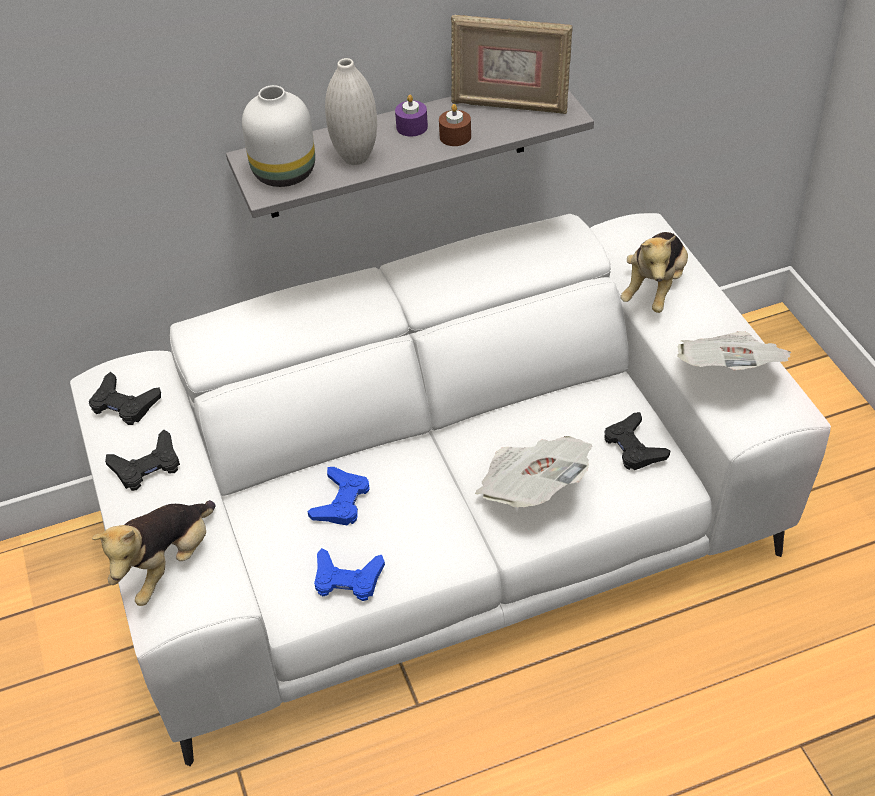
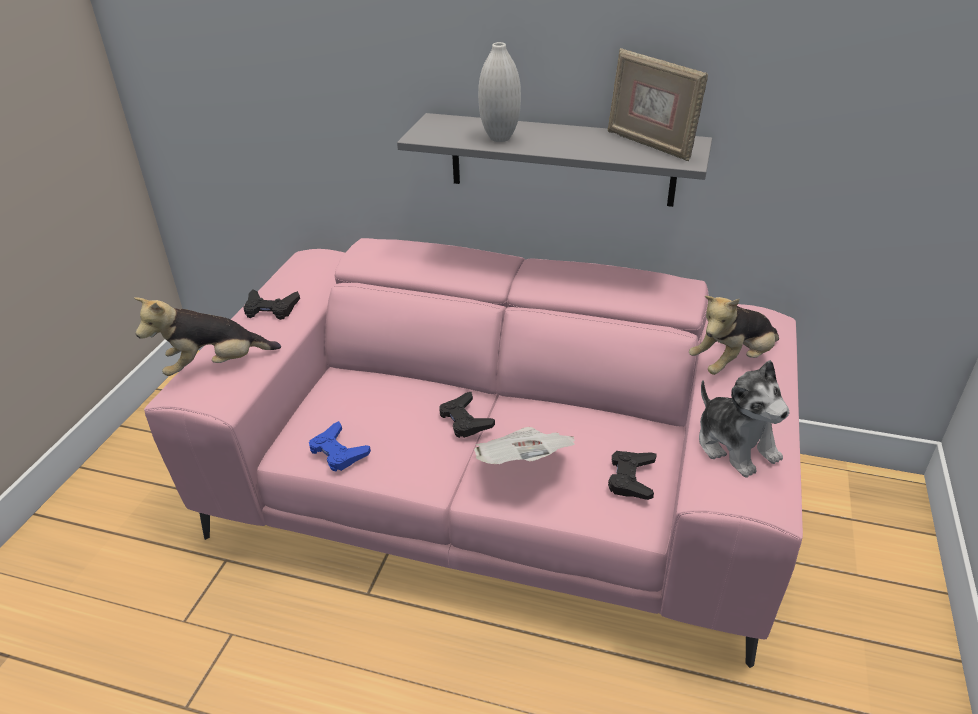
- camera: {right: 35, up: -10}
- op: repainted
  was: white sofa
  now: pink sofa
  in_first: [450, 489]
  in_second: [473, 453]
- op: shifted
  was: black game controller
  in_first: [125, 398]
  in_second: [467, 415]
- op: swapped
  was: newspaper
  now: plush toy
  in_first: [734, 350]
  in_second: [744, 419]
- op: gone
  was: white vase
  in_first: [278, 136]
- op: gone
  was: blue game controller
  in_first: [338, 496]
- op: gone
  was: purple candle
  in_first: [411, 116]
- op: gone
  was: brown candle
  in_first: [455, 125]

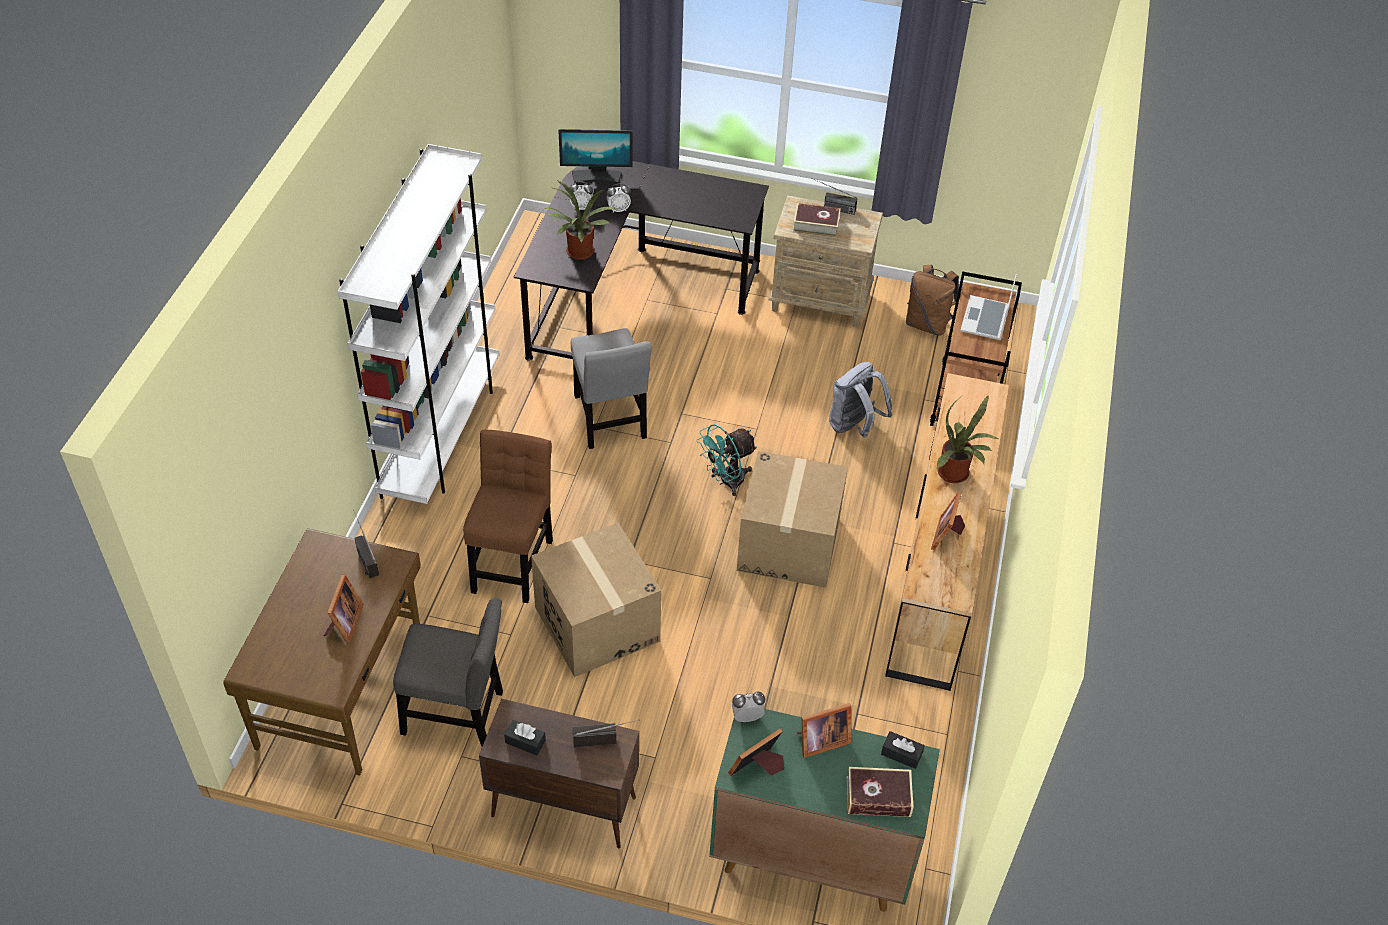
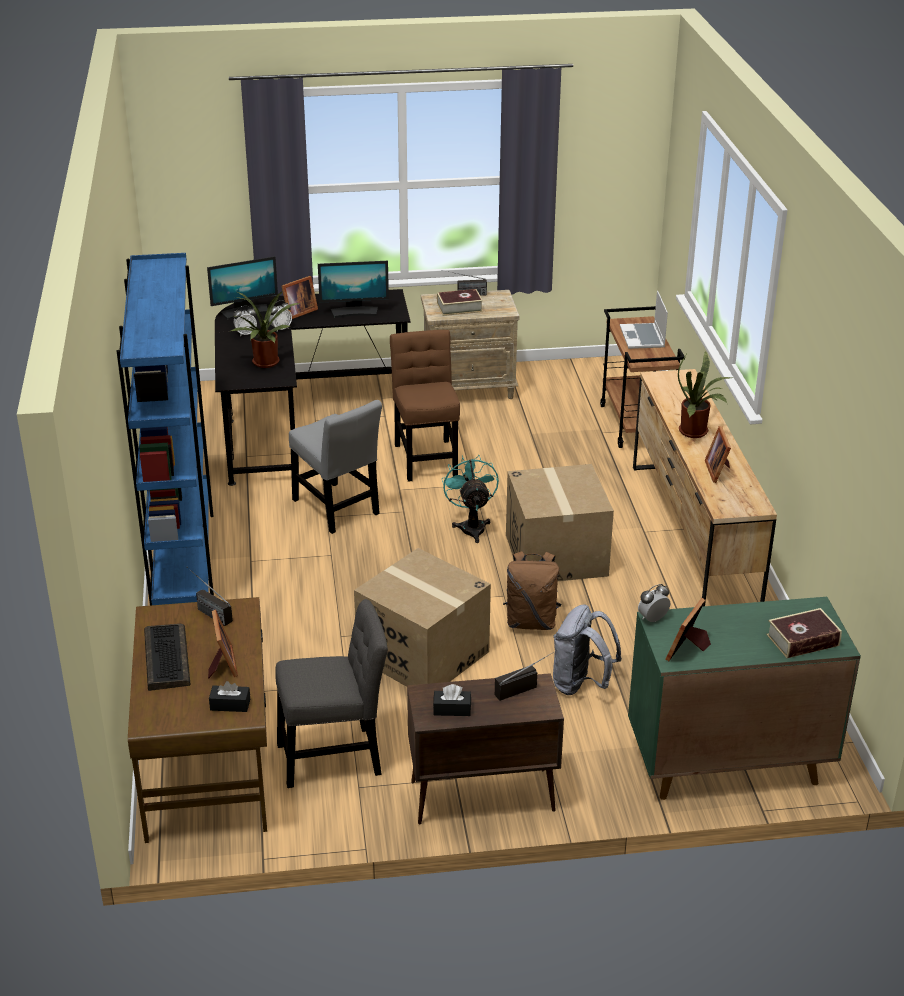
- camera: {right: -20, up: -15}
- op: repainted
  was: white bookcase
  now: blue bookcase
  in_first: [418, 324]
  in_second: [165, 429]
- op: new
  now: keyboard
  in_second: [167, 657]
- op: shifted
  was: black tissue box
  in_first: [903, 750]
  in_second: [229, 696]
- op: shifted
  was: picture frame
  in_first: [823, 730]
  in_second: [300, 297]
- op: new
  now: monitor
  in_second: [353, 289]
- op: shifted
  was: brown chair
  in_first: [508, 516]
  in_second: [425, 406]
- op: rotated
  was: turquoise fan
  in_first: [727, 460]
  in_second: [470, 499]
  clockwise: 135
- op: shifted
  was: brown backpack
  in_first: [932, 300]
  in_second: [532, 590]
- op: shifted
  was: grey backpack
  in_first: [861, 400]
  in_second: [587, 649]

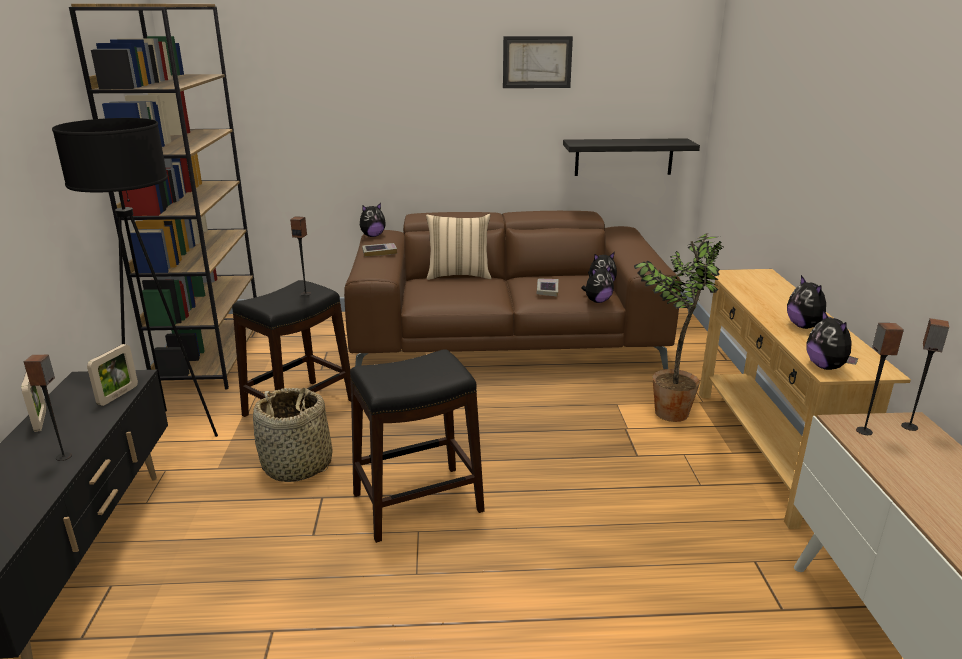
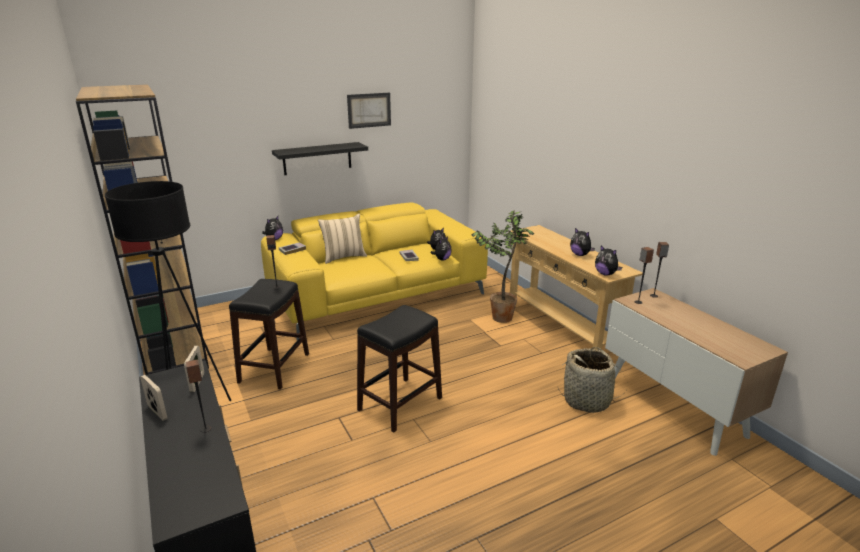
- camera: {right: -25, up: 0}
- op: repainted
  was: brown sofa
  now: yellow sofa
  in_first: [512, 290]
  in_second: [374, 271]
- op: shifted
  was: black shelf
  in_first: [631, 157]
  in_second: [320, 158]
- op: shifted
  was: basket
  in_first: [292, 435]
  in_second: [593, 380]

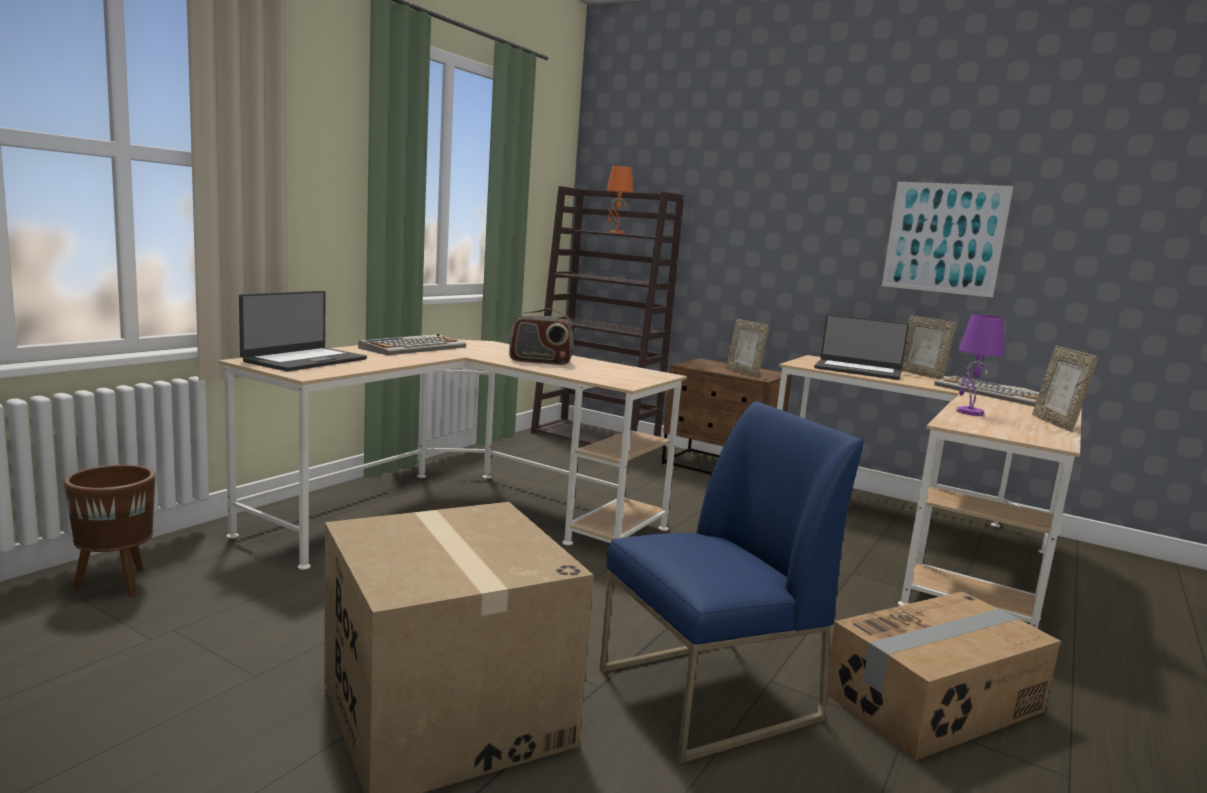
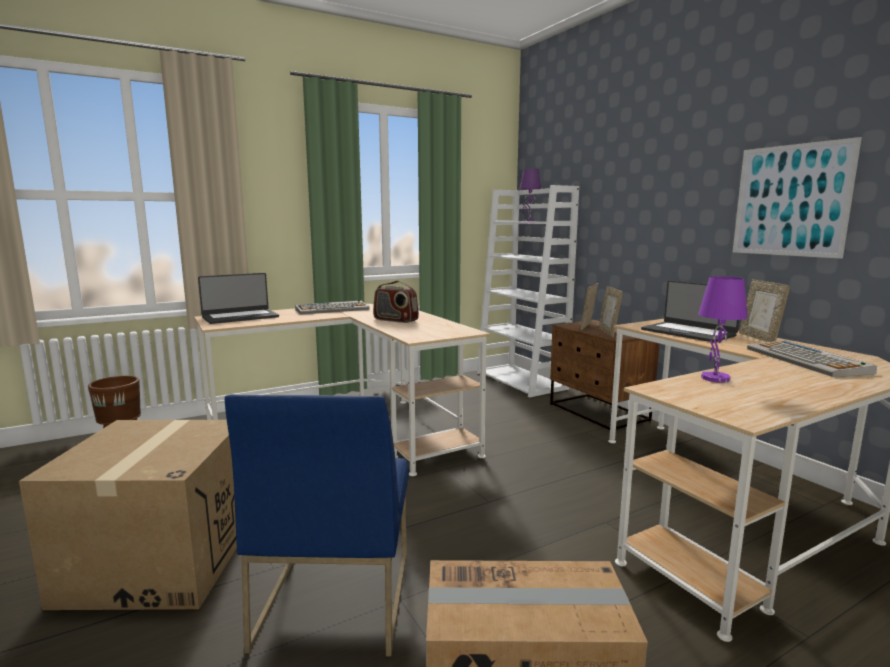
- camera: {right: 30, up: 0}
- op: rotated
  was: blue chair
  in_first: [731, 582]
  in_second: [317, 525]
  clockwise: 90
- op: repainted
  was: brown bookcase
  now: white bookcase
  in_first: [607, 315]
  in_second: [528, 291]
- op: repainted
  was: orange table lamp
  now: purple table lamp
  in_first: [620, 200]
  in_second: [530, 195]
- op: shifted
  was: picture frame
  in_first: [1065, 389]
  in_second: [589, 306]

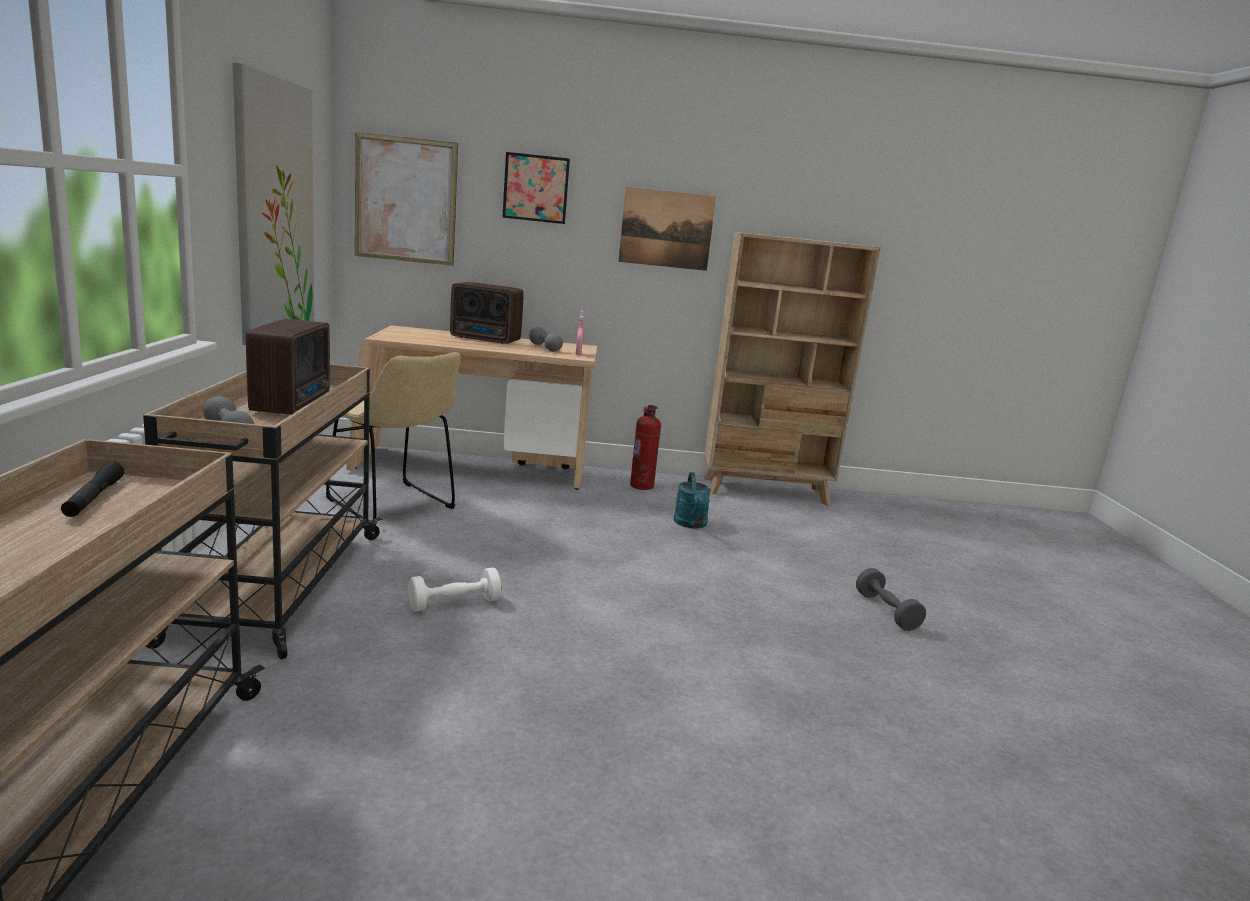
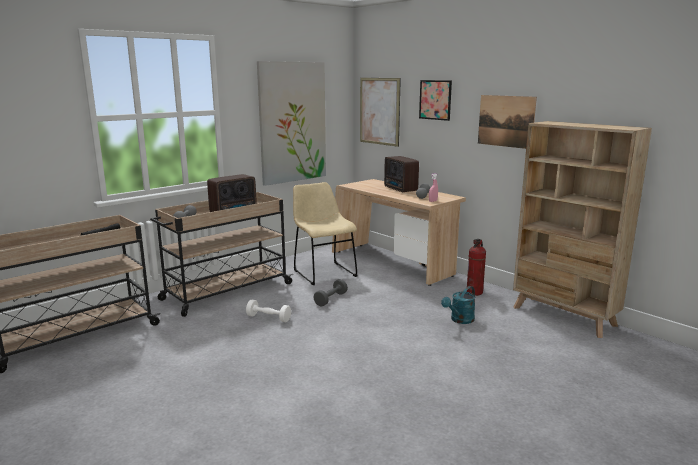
- camera: {right: 50, up: 0}
- op: rotated
  was: beige chair
  in_first: [393, 437]
  in_second: [325, 233]
  clockwise: 150
- op: shifted
  was: grey dumbbell
  in_first: [891, 599]
  in_second: [330, 292]

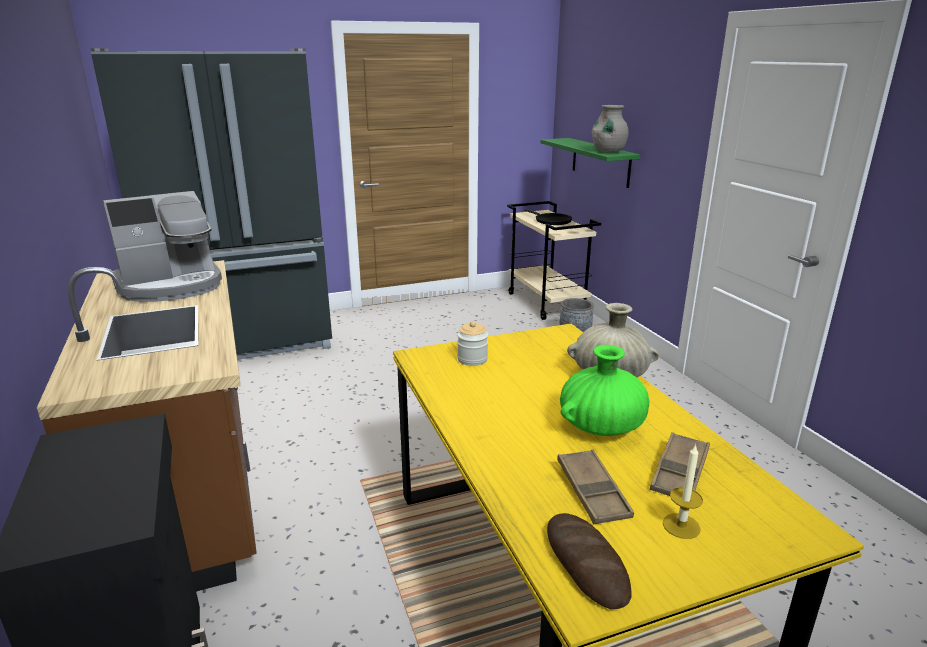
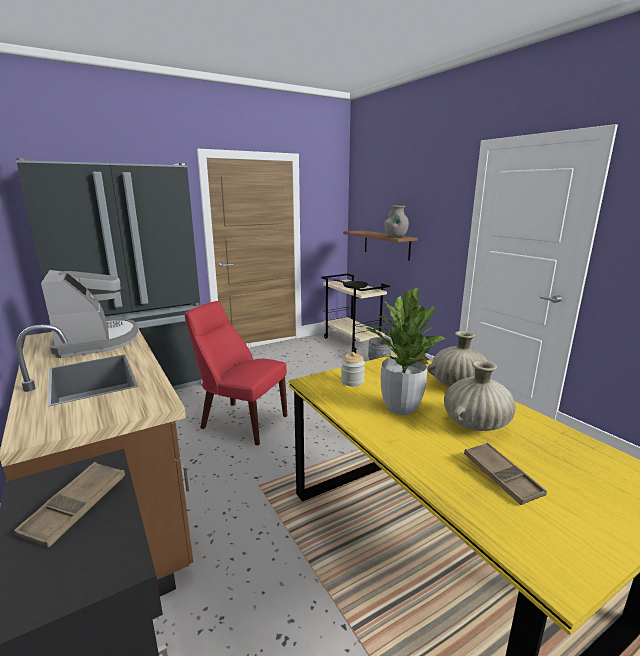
- camera: {right: -10, up: -5}
- op: shifted
  was: brown tray
  in_first: [680, 464]
  in_second: [69, 505]
- op: rotated
  was: coffee machine
  in_first: [162, 246]
  in_second: [89, 314]
  clockwise: -75
- op: new
  now: red chair
  in_second: [236, 373]
- op: repainted
  was: green shelf
  now: brown shelf
  in_first: [590, 163]
  in_second: [380, 245]
- op: new
  now: potted plant
  in_second: [406, 351]
- op: repainted
  was: green vase
  now: beige vase
  in_first: [604, 390]
  in_second: [480, 395]
- op: gone
  was: bread
  in_first: [589, 561]
- op: gone
  was: candle
  in_first: [683, 491]

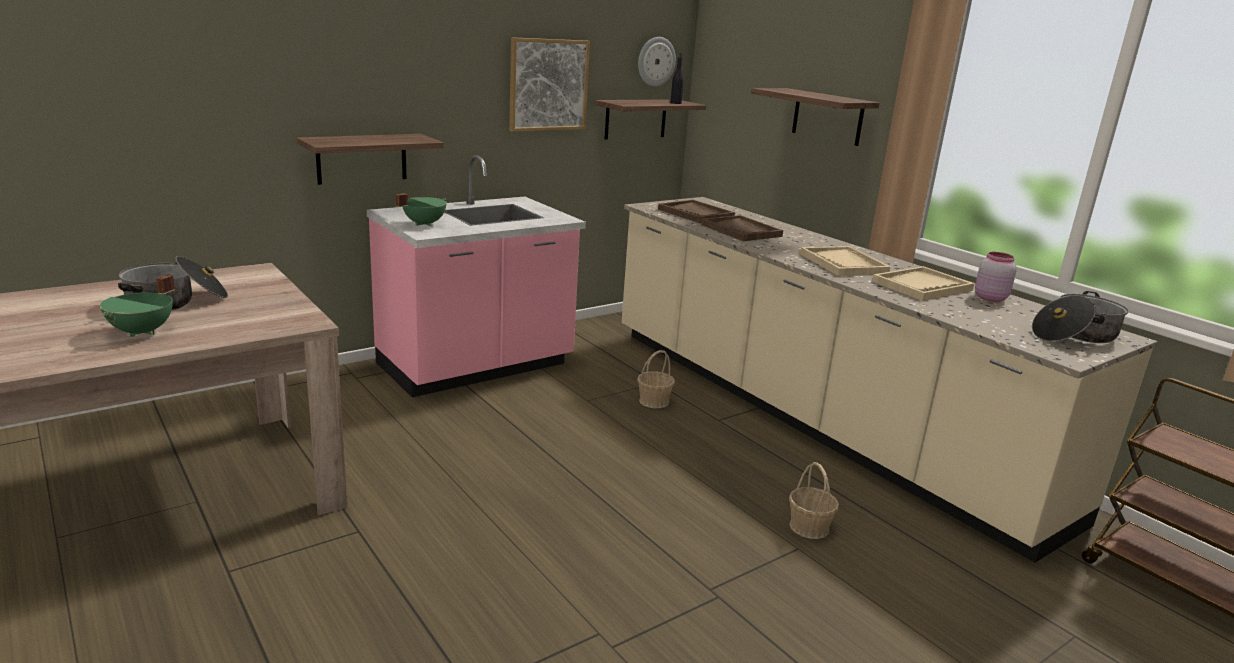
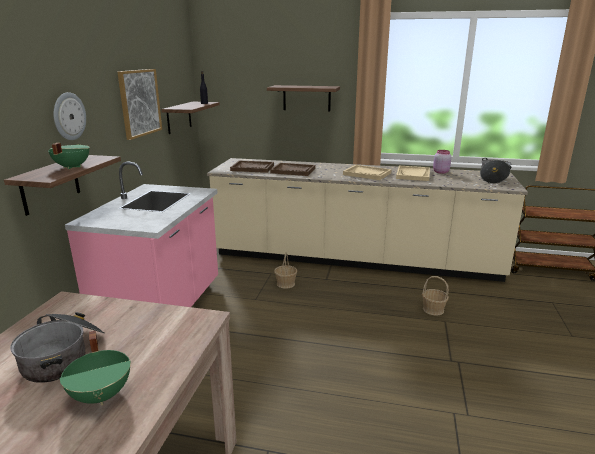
- camera: {right: -40, up: 0}
- op: shifted
  was: green cooking pot
  in_first: [421, 209]
  in_second: [68, 156]
- op: shifted
  was: wall clock
  in_first: [657, 61]
  in_second: [69, 116]

